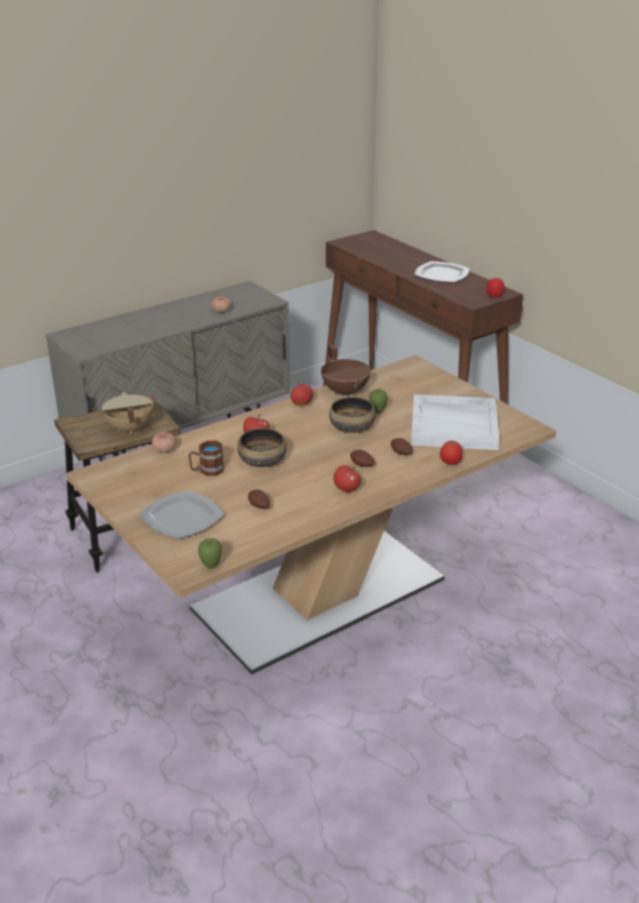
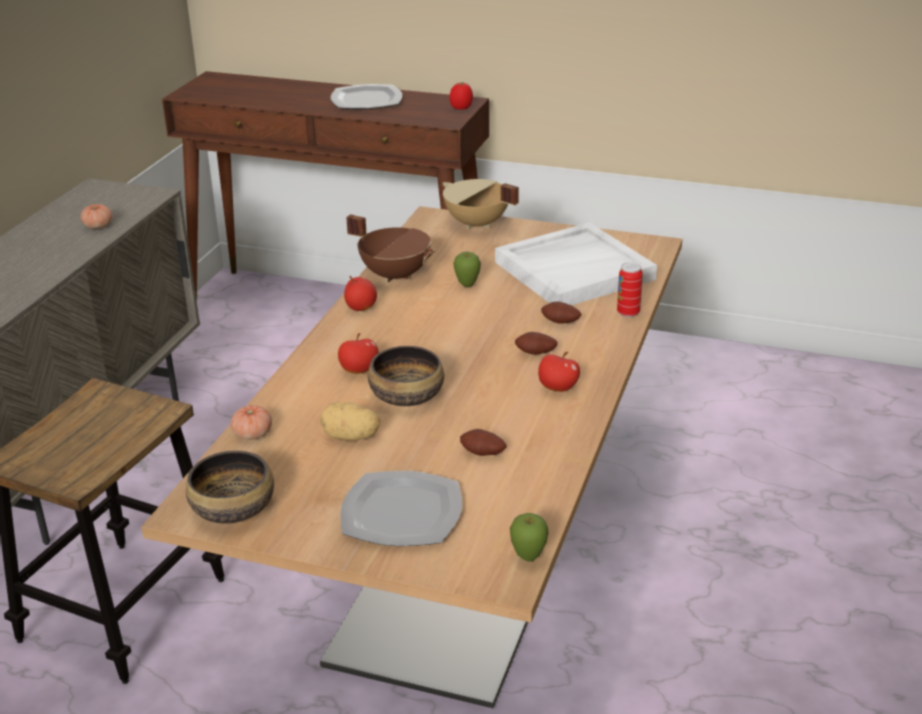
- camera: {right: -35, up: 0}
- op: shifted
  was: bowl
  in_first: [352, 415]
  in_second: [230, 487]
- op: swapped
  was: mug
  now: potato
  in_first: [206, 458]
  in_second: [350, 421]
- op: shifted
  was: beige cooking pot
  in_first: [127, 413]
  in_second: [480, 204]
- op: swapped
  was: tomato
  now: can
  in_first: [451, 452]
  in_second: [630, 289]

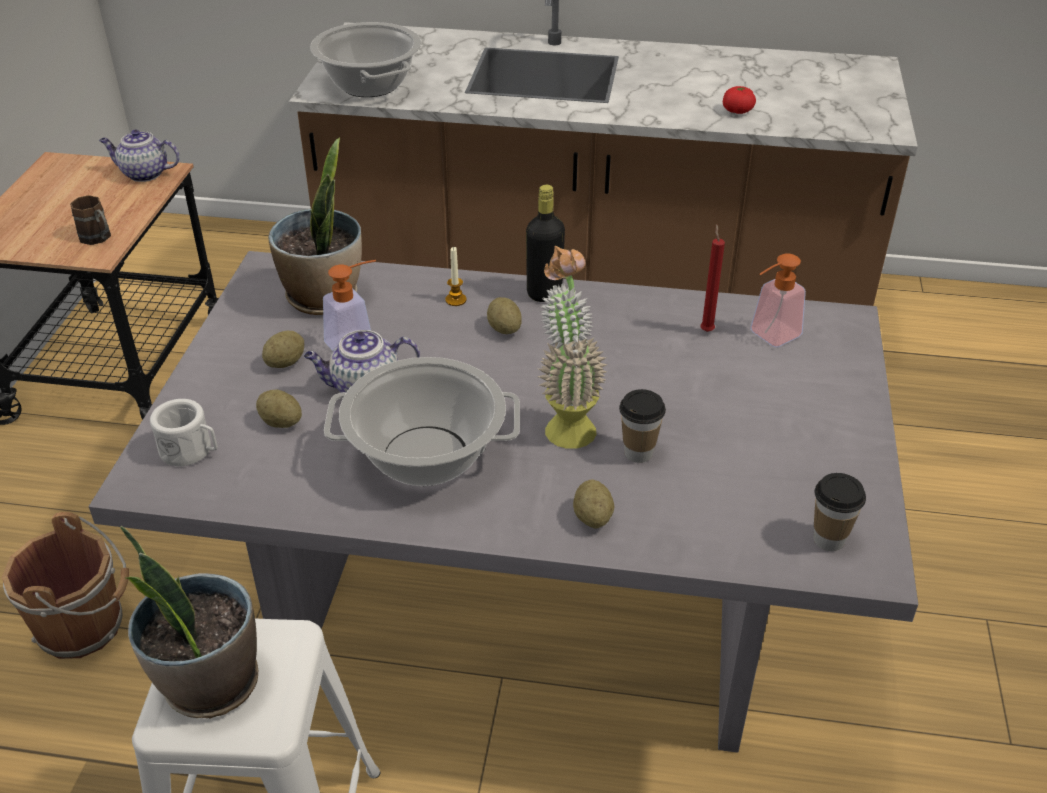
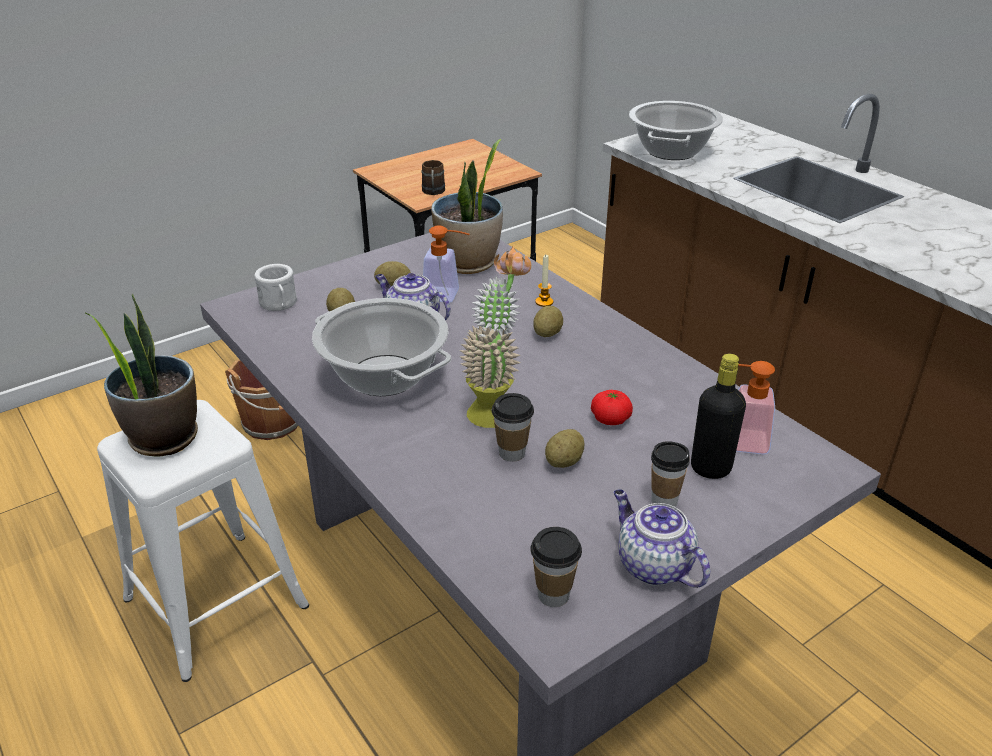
- camera: {right: 45, up: -5}
- op: shifted
  was: potato
  in_first: [593, 504]
  in_second: [564, 448]
- op: shifted
  was: tomato
  in_first: [739, 100]
  in_second: [612, 407]
- op: shifted
  was: teapot
  in_first: [139, 156]
  in_second: [662, 538]
- op: new
  now: cup
  in_second: [670, 474]
- op: shifted
  was: black bottle
  in_first: [545, 243]
  in_second: [718, 416]
- op: gone
  was: red candle
  in_first: [712, 278]

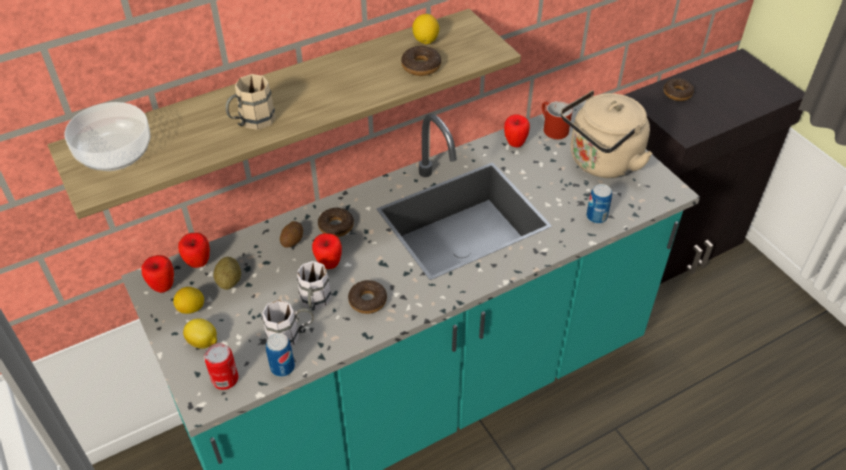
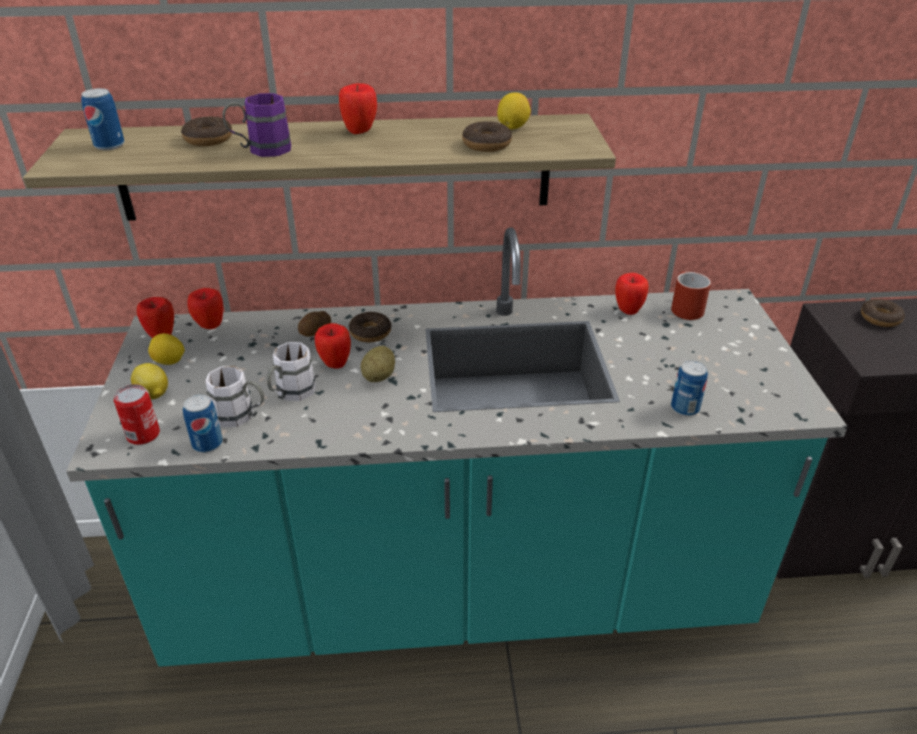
- camera: {right: 25, up: -10}
- op: swapped
  was: bowl
  now: can
  in_first: [108, 136]
  in_second: [103, 119]
- op: shifted
  was: donut
  in_first: [367, 297]
  in_second: [206, 131]
- op: repainted
  was: beige mug
  now: purple mug
  in_first: [251, 102]
  in_second: [257, 125]
- op: new
  now: apple
  in_second: [358, 108]
- op: shifted
  was: potato
  in_first: [227, 273]
  in_second: [378, 364]
- op: gone
  was: beige kettle
  in_first: [607, 134]

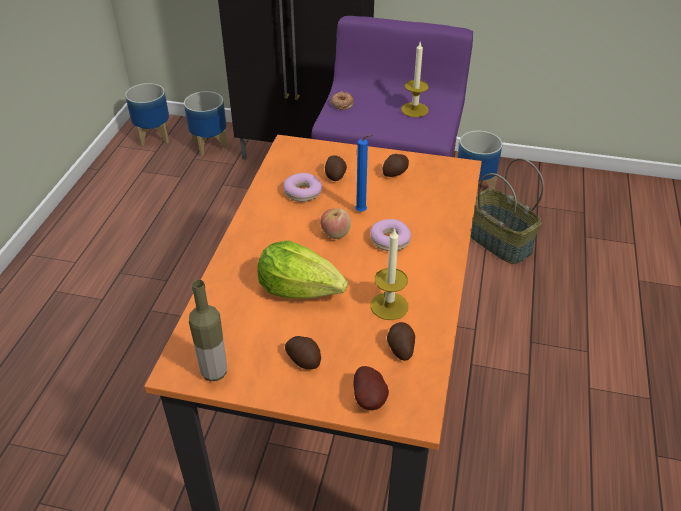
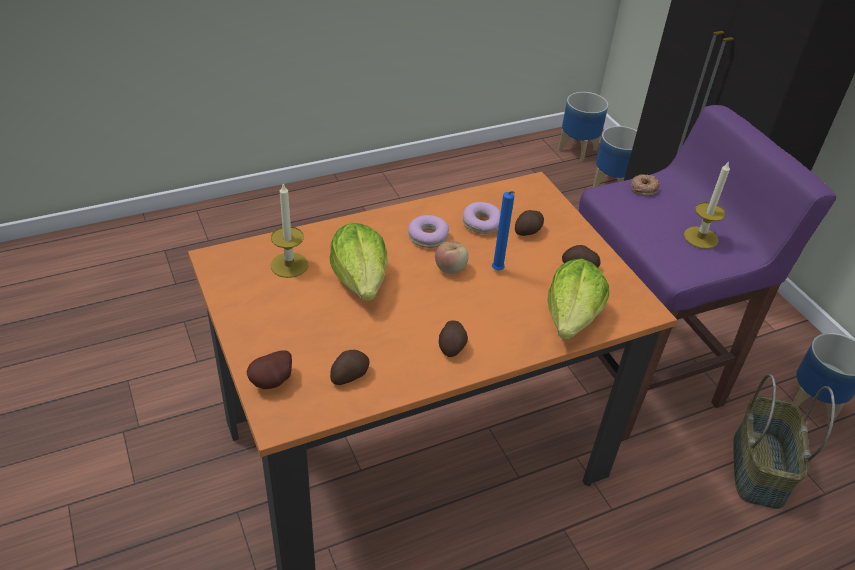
- camera: {right: 50, up: 0}
- op: shifted
  was: candle
  in_first: [389, 274]
  in_second: [289, 230]
- op: shifted
  was: donut
  in_first: [390, 235]
  in_second: [428, 231]
- op: shifted
  was: potato
  in_first: [303, 352]
  in_second: [453, 338]
- op: new
  now: lettuce
  in_second: [578, 299]
- op: gone
  was: bottle
  in_first: [208, 330]

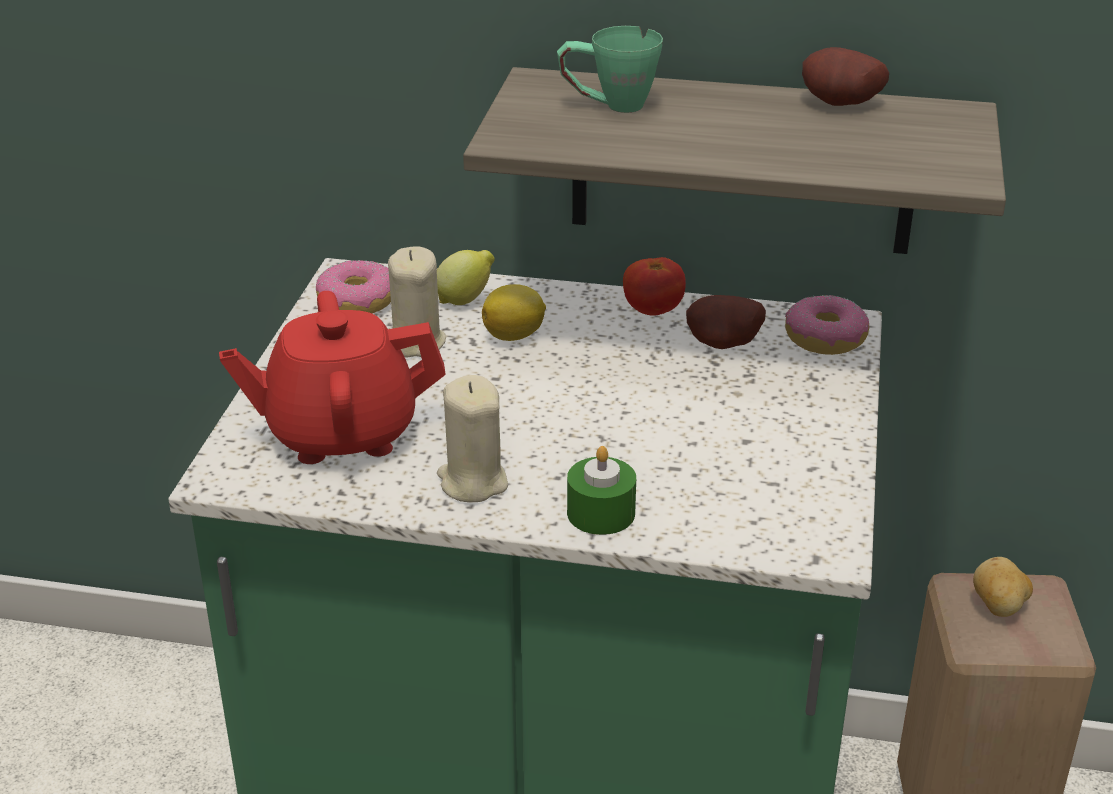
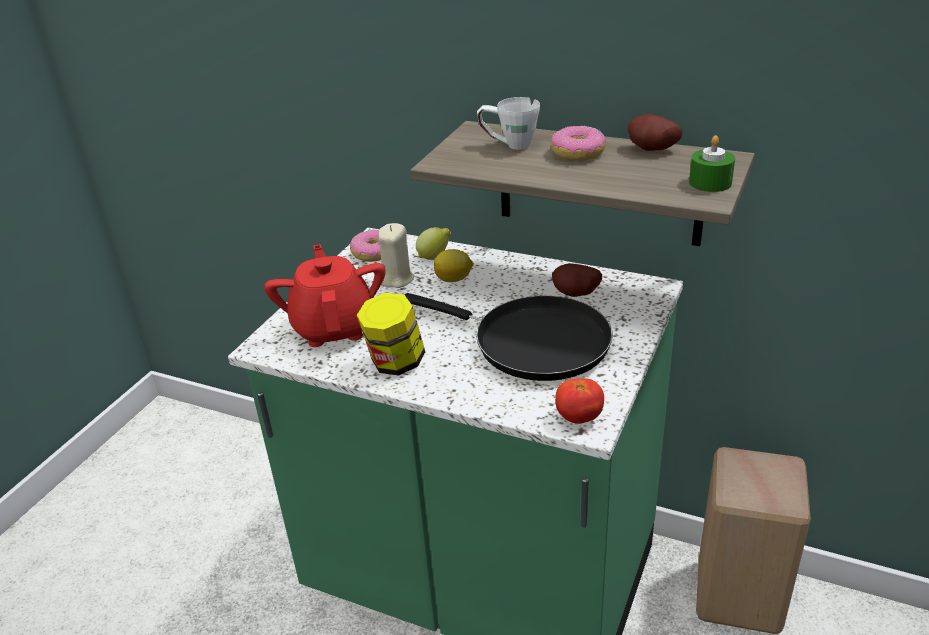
- camera: {right: 15, up: 0}
- op: rotated
  was: red teapot
  in_first: [332, 377]
  in_second: [325, 295]
  clockwise: 75
- op: swapped
  was: beige candle
  now: jar
  in_first: [472, 438]
  in_second: [391, 334]
- op: new
  now: black frying pan
  in_second: [509, 337]
- op: repainted
  was: green mug
  now: white mug
  in_first: [610, 69]
  in_second: [508, 123]
- op: shifted
  was: donut
  in_first: [827, 325]
  in_second: [578, 143]
- op: shifted
  was: tomato
  in_first: [654, 286]
  in_second: [579, 401]
- op: shifted
  was: green candle
  in_first: [601, 490]
  in_second: [712, 163]
- op: gone
  was: potato
  in_first: [1003, 587]

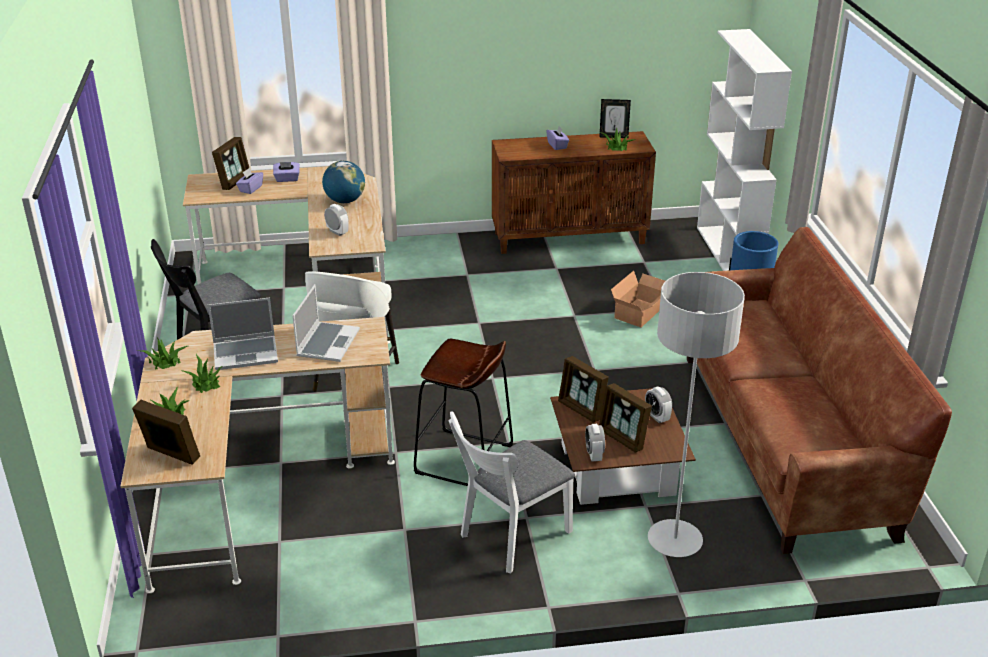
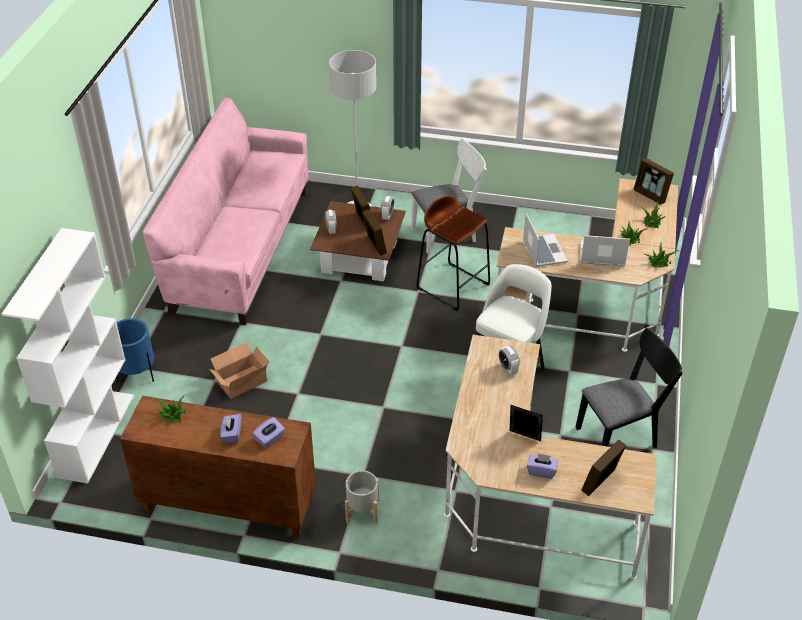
- camera: {right: -160, up: 10}
- op: repainted
  was: brown sofa
  now: pink sofa
  in_first: [819, 390]
  in_second: [225, 211]
- op: shifted
  was: purple tissue box
  in_first: [249, 181]
  in_second: [269, 432]
- op: new
  now: grey planter
  in_second: [362, 497]
- op: shifted
  was: picture frame
  in_first: [615, 118]
  in_second: [526, 423]
- op: rotated
  was: laptop
  in_first: [326, 323]
  in_second: [545, 240]
  clockwise: 135
- op: gone
  was: globe
  in_first: [343, 182]

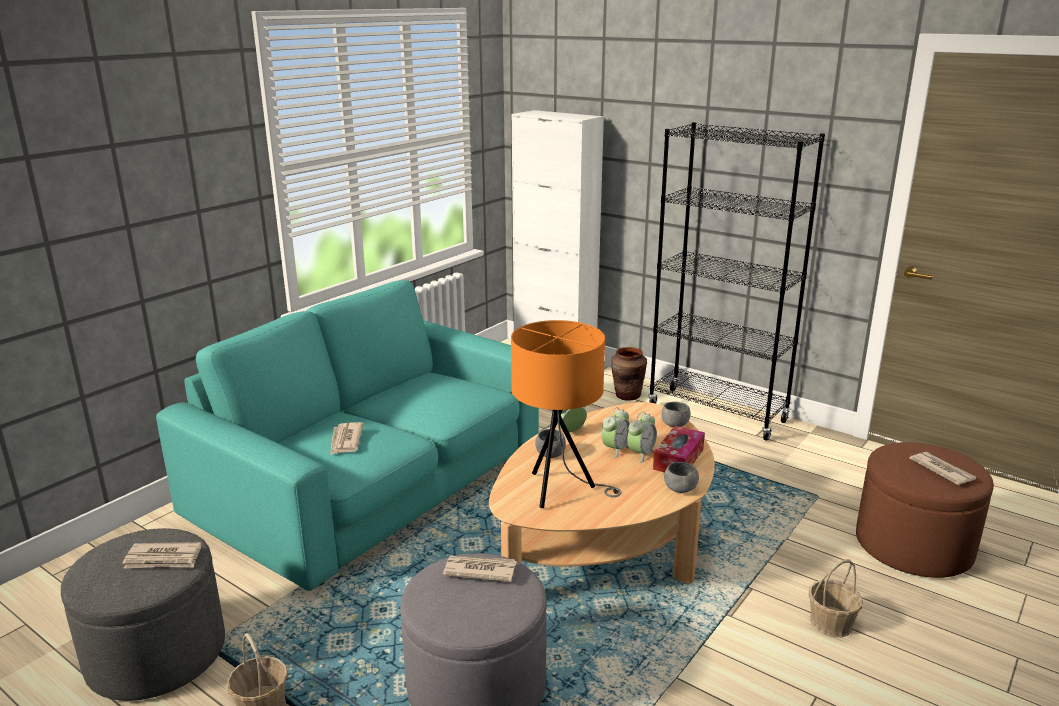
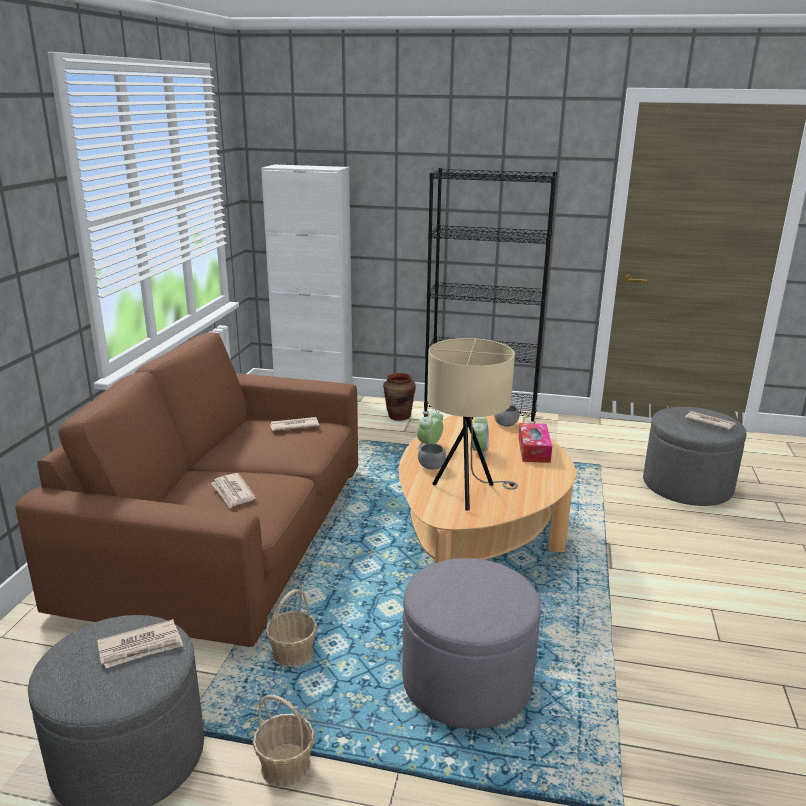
- camera: {right: -25, up: 0}
- op: repainted
  was: turquoise sofa
  now: brown sofa
  in_first: [347, 435]
  in_second: [186, 489]
- op: shifted
  was: basket
  in_first: [835, 598]
  in_second: [291, 627]
- op: shifted
  was: newspaper
  in_first: [480, 569]
  in_second: [294, 424]
- op: repainted
  was: orange table lamp
  now: beige table lamp
  in_first: [566, 414]
  in_second: [472, 424]
- op: repainted
  was: brown ottoman
  now: grey ottoman
  in_first: [925, 510]
  in_second: [695, 456]
- op: gone
  was: alarm clock
  in_first: [642, 437]
- op: gone
  was: grey bowl
  in_first: [681, 477]

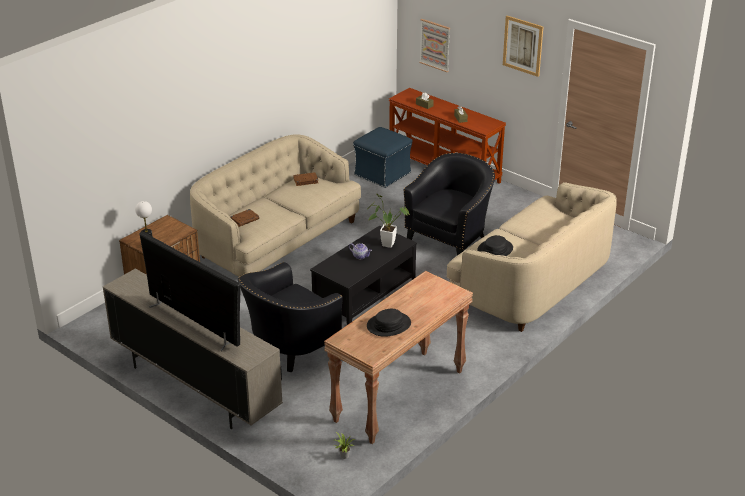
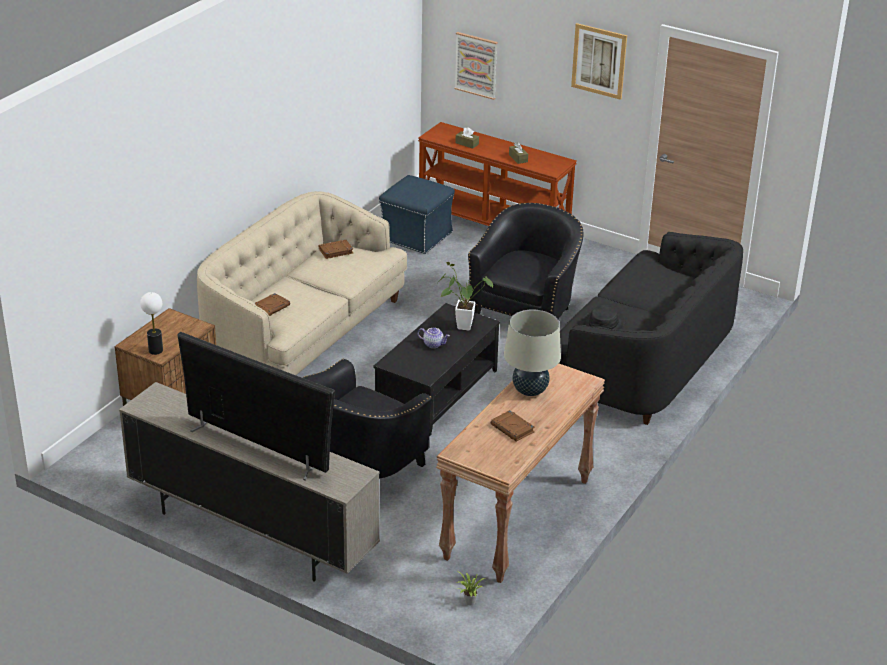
- camera: {right: -10, up: 0}
- op: swapped
  was: black hat
  now: brown book
  in_first: [389, 323]
  in_second: [513, 426]
- op: new
  now: beige table lamp
  in_second: [532, 352]
- op: repainted
  was: beige sofa
  now: black sofa
  in_first: [531, 257]
  in_second: [651, 328]

